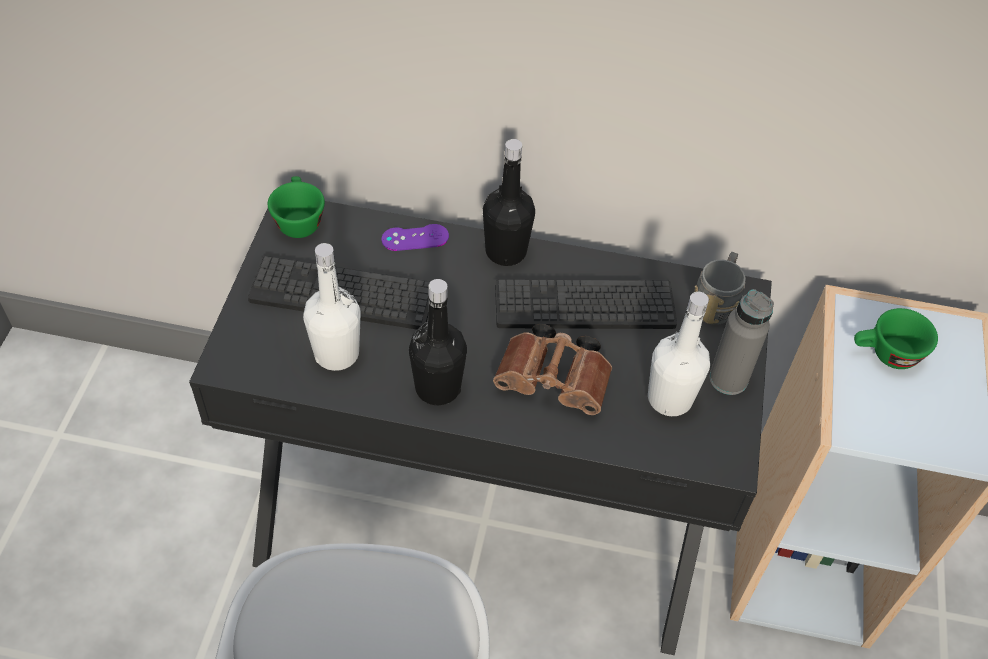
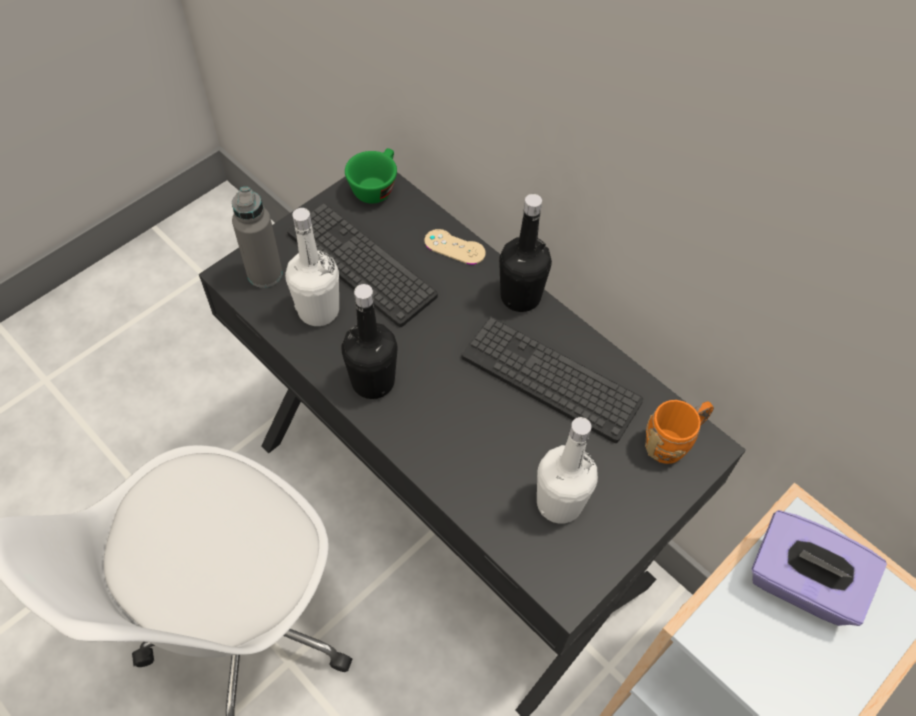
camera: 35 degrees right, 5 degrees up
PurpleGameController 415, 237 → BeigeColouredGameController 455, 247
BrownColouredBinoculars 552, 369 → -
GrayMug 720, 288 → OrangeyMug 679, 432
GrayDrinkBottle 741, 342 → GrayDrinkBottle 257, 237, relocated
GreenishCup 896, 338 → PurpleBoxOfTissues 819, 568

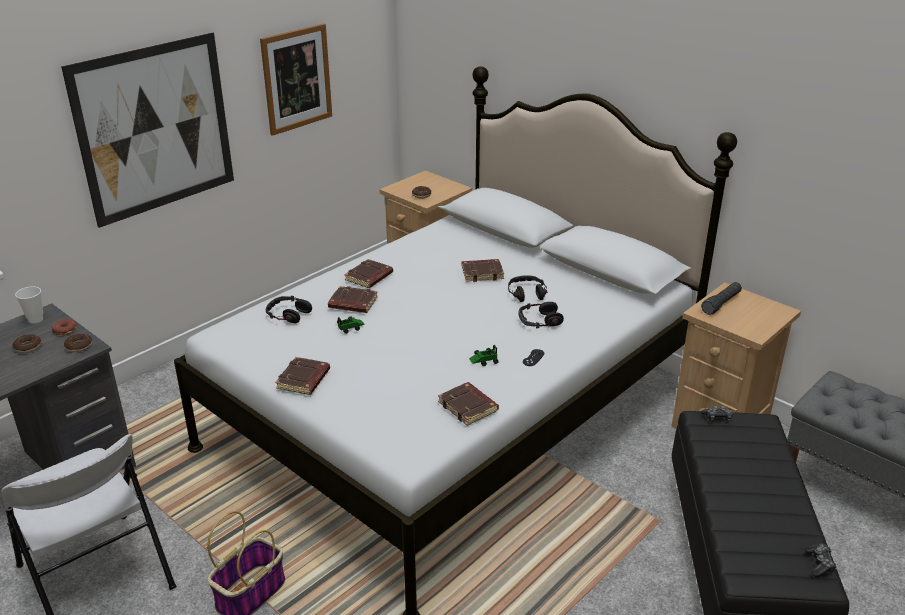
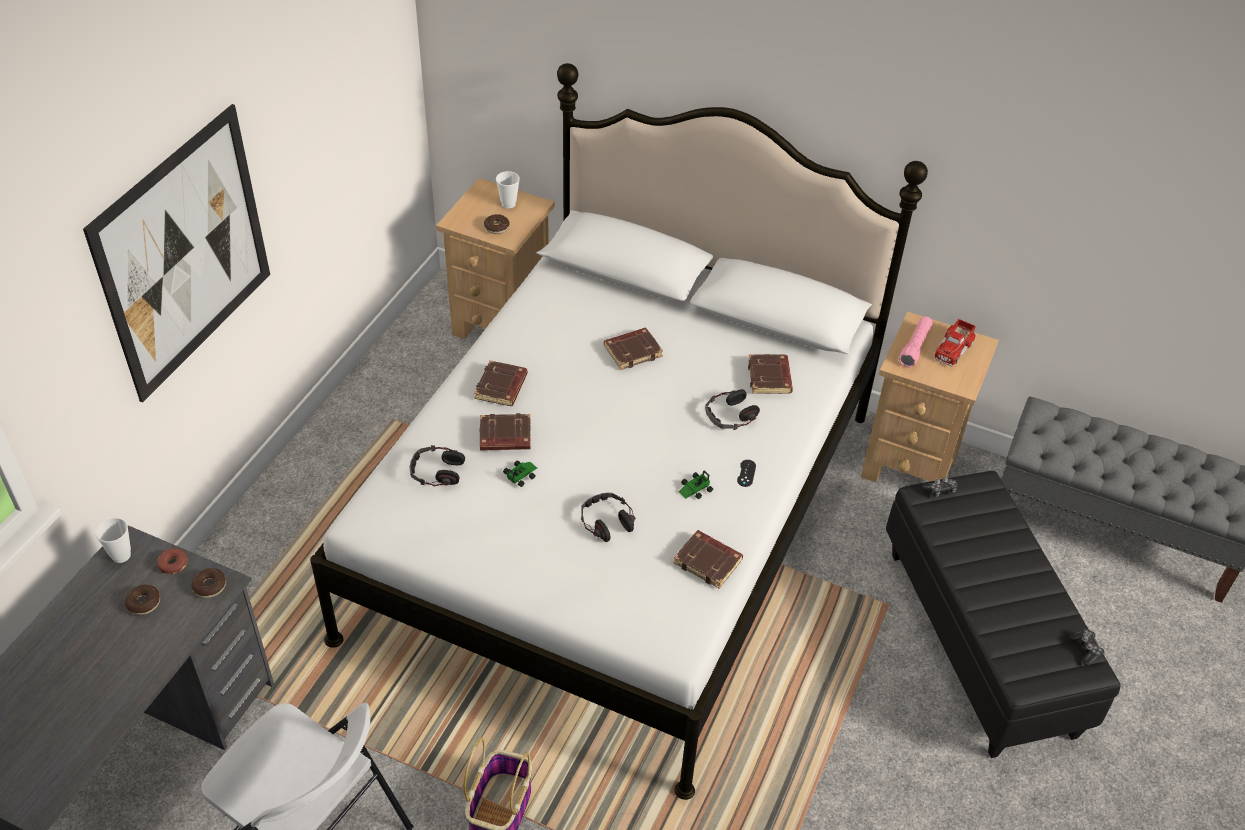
camera: 20 degrees left, 15 degrees up
WallArt 296, 79 → -
BrownColouredVolume 302, 376 → BrownColouredVolume 770, 374, relocated
Headphones 527, 288 → Headphones 608, 517, relocated
BlackFlashlight 721, 298 → PinkColouredFlashlight 915, 342
- → Cup 508, 189
- → ToyLorry 955, 342

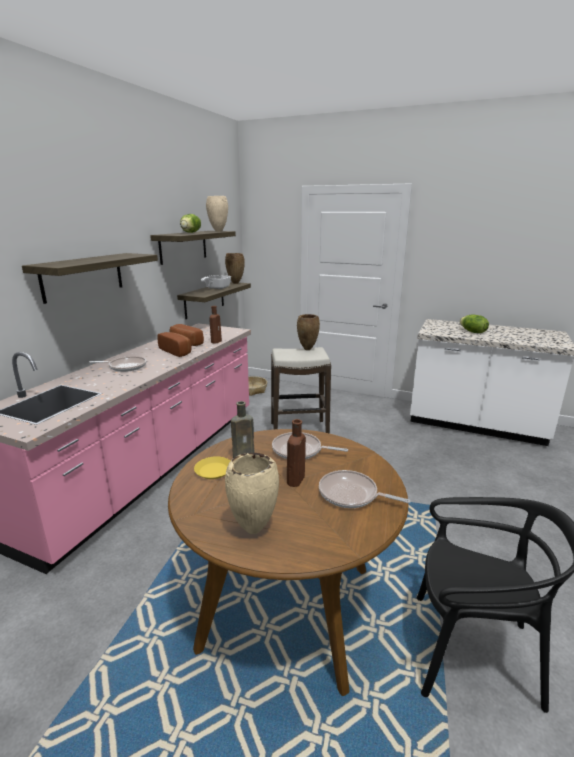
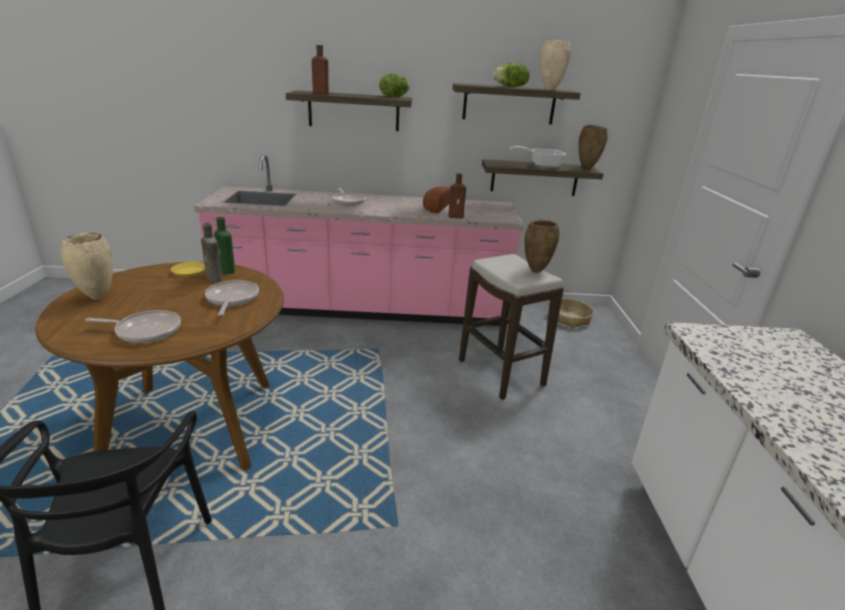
camera: 65 degrees right, 5 degrees up
Bread 174, 344 → -
BrownColouredDrinkBottle 296, 453 → BrownColouredDrinkBottle 320, 70, relocated
Pan 364, 489 → Pan 133, 326, 90 degrees clockwise
LettuceHead 474, 323 → LettuceHead 394, 85, relocated
- → GreenishDrinkBottle 224, 245

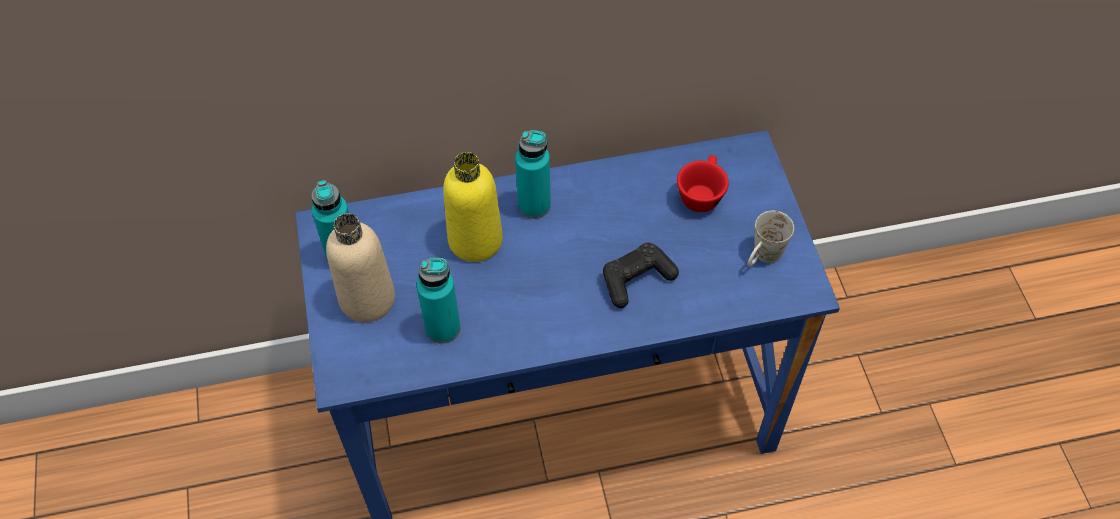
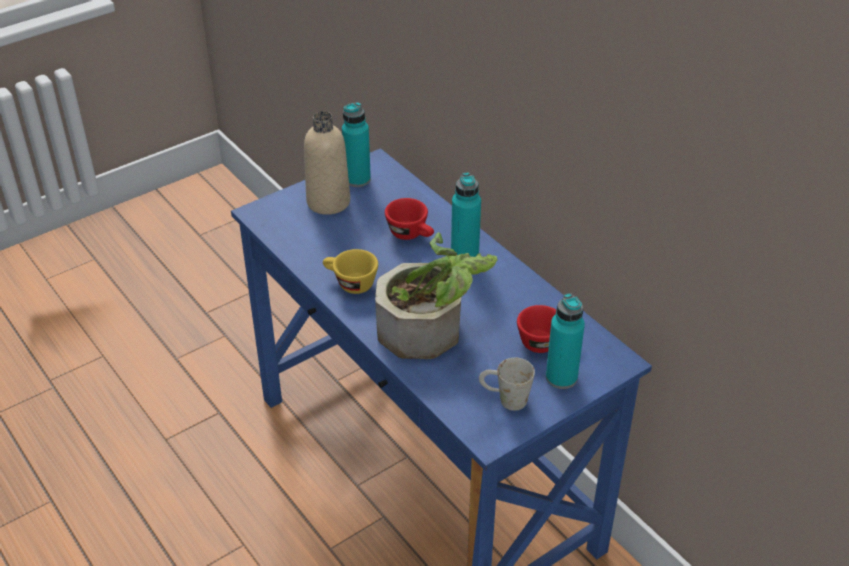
camera: 65 degrees right, 15 degrees down
TurquoiseDrinkBottle 438, 301 → TurquoiseDrinkBottle 565, 341, relocated
YellowDrinkBottle 473, 207 → RedColouredCup 409, 219
BlackGameController 641, 275 → PottedPlant 436, 295
- → YellowCup 350, 271

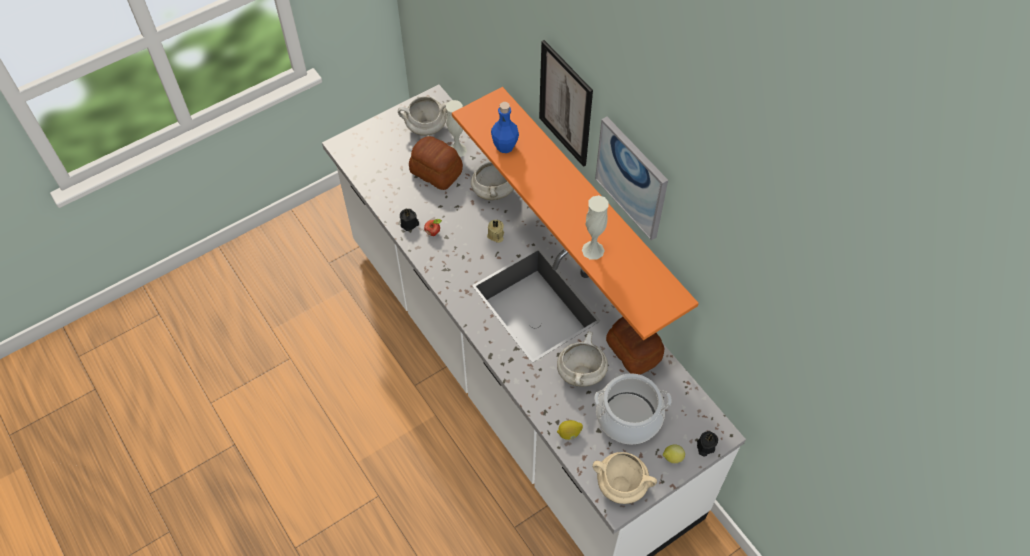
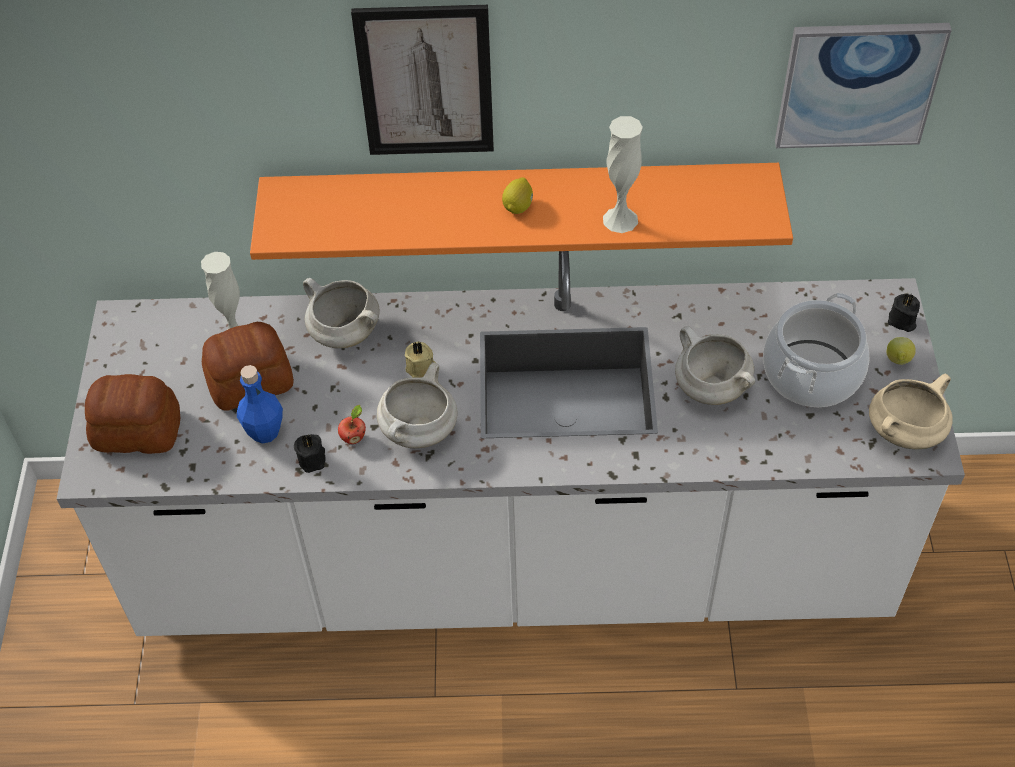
camera: 55 degrees left, 5 degrees down
WhitishCookingPot 423, 116 → WhitishCookingPot 417, 405, relocated
BluishDrinkBottle 505, 127 → BluishDrinkBottle 260, 404, relocated
Lemon 570, 430 → Lemon 517, 195, relocated
WallArt 631, 179 → WallArt 863, 85, relocated
Bread 635, 346 → Bread 132, 414, relocated

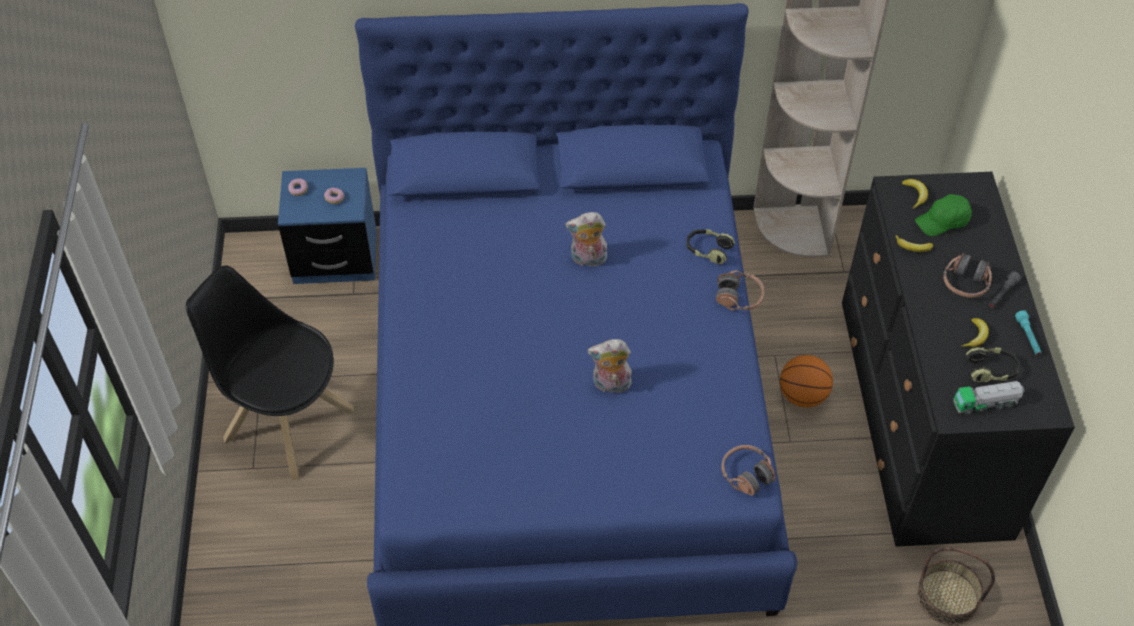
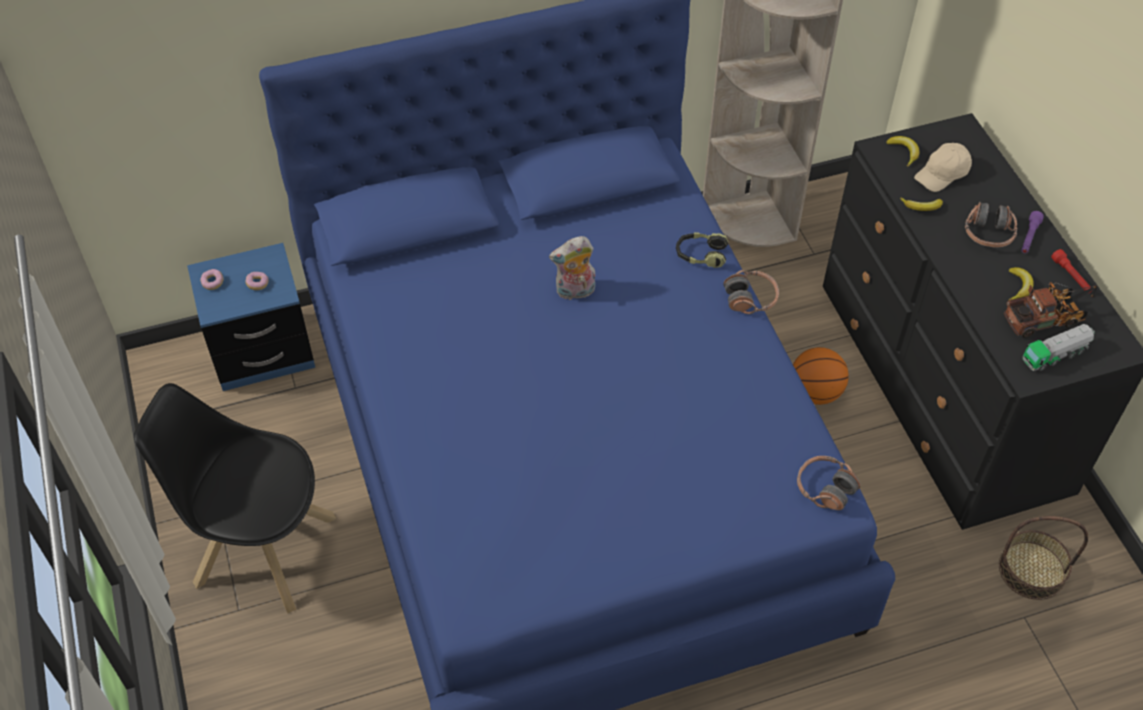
camera: 15 degrees left, 0 degrees up
PlushToy 609, 366 → -
GreenishCap 943, 215 → BeigeColouredCap 943, 167
Headphones 993, 364 → ToyLorry 1050, 310
GrayFlashlight 1005, 289 → PurpleFlashlight 1032, 232
TurquoiseFlashlight 1028, 333 → RedColouredFlashlight 1071, 271

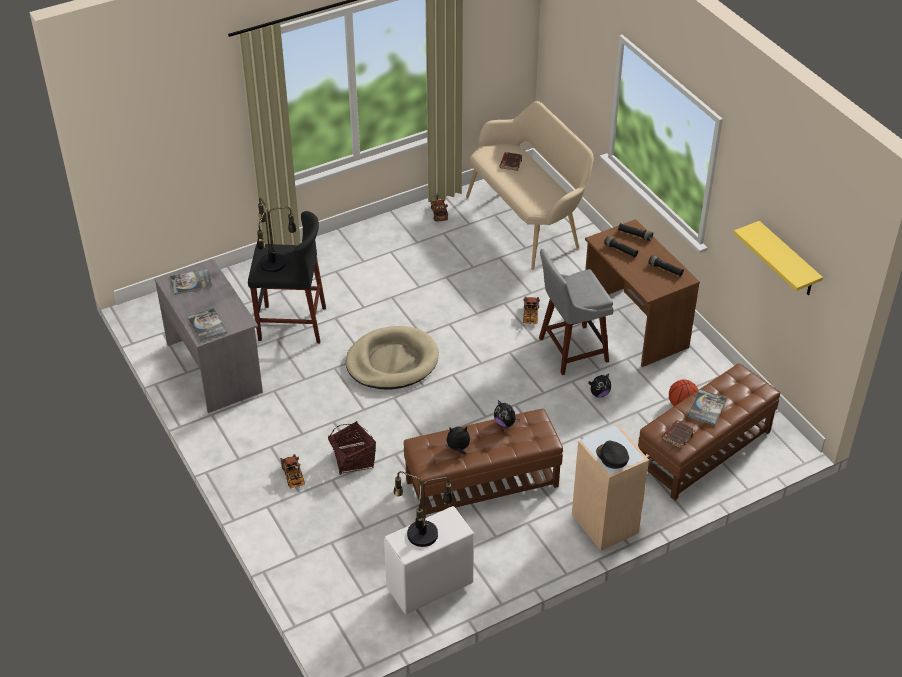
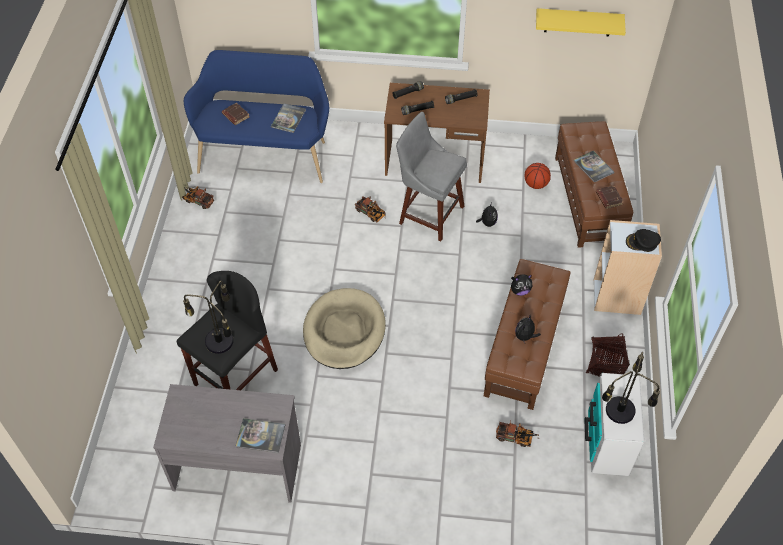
camera: 55 degrees left, 10 degrees up
Volume 191, 281 → Volume 288, 118, relocated
ToyLorry 292, 471 → ToyLorry 517, 434, relocated
Basket 352, 448 → Basket 608, 355, relocated
BeigeColouredBench 529, 185 → BluishBench 256, 116
GrayPlainChair 576, 312 → GrayPlainChair 431, 176, 105 degrees clockwise

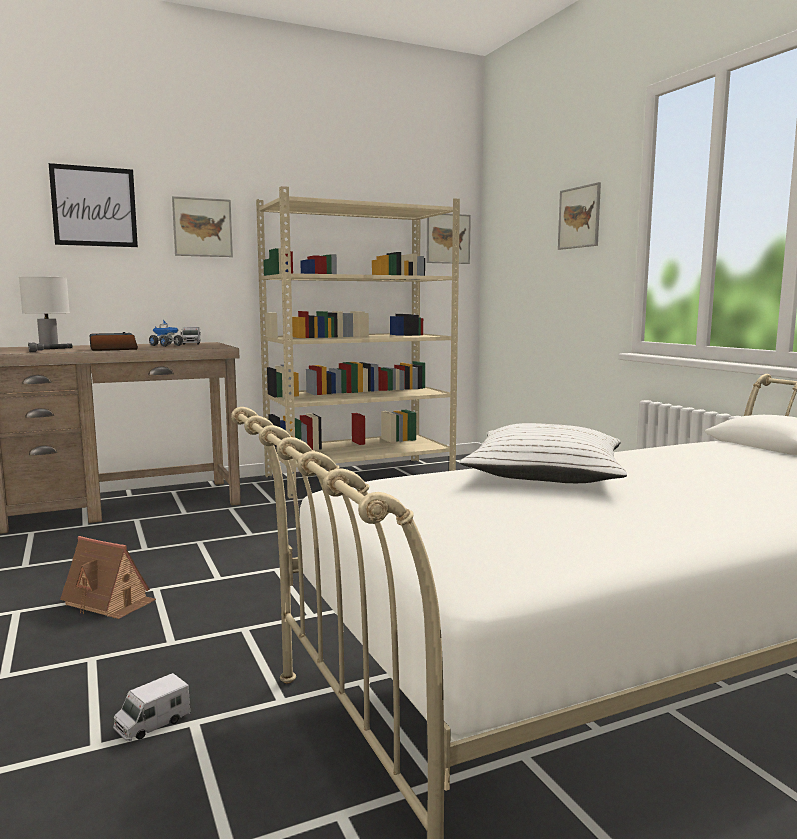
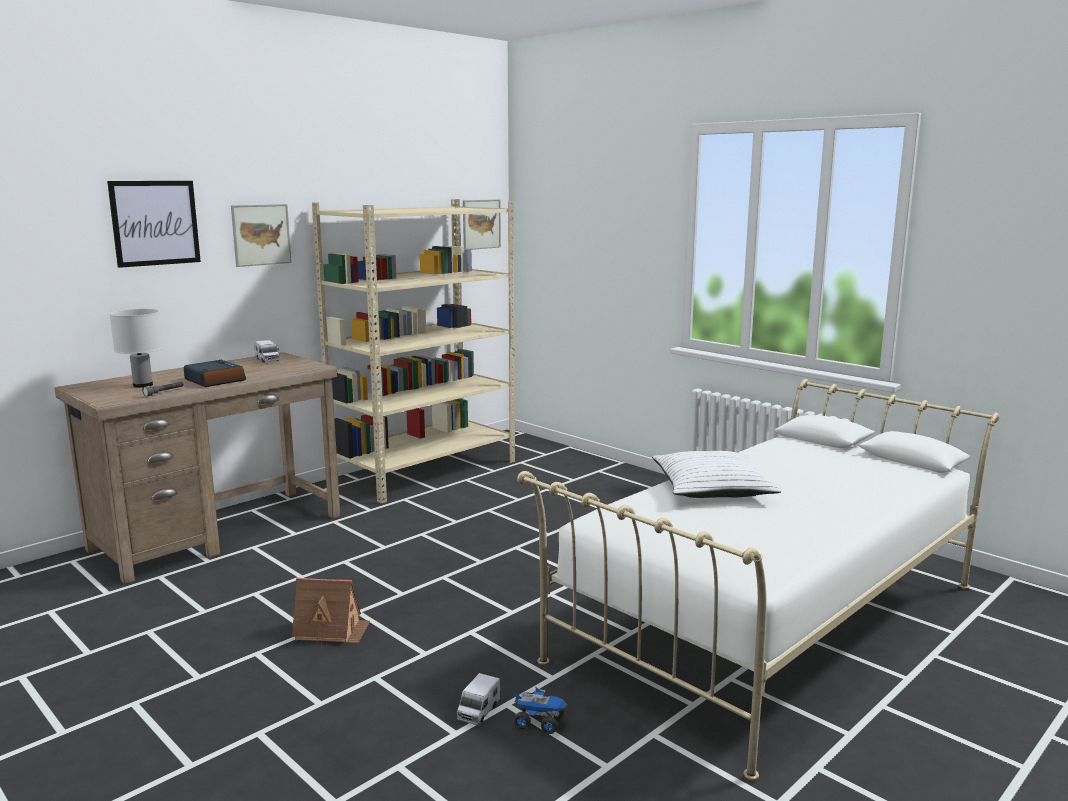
camera: 20 degrees left, 5 degrees up
ToyLorry 166, 333 → ToyLorry 540, 710, relocated
WallArt 579, 216 → -

